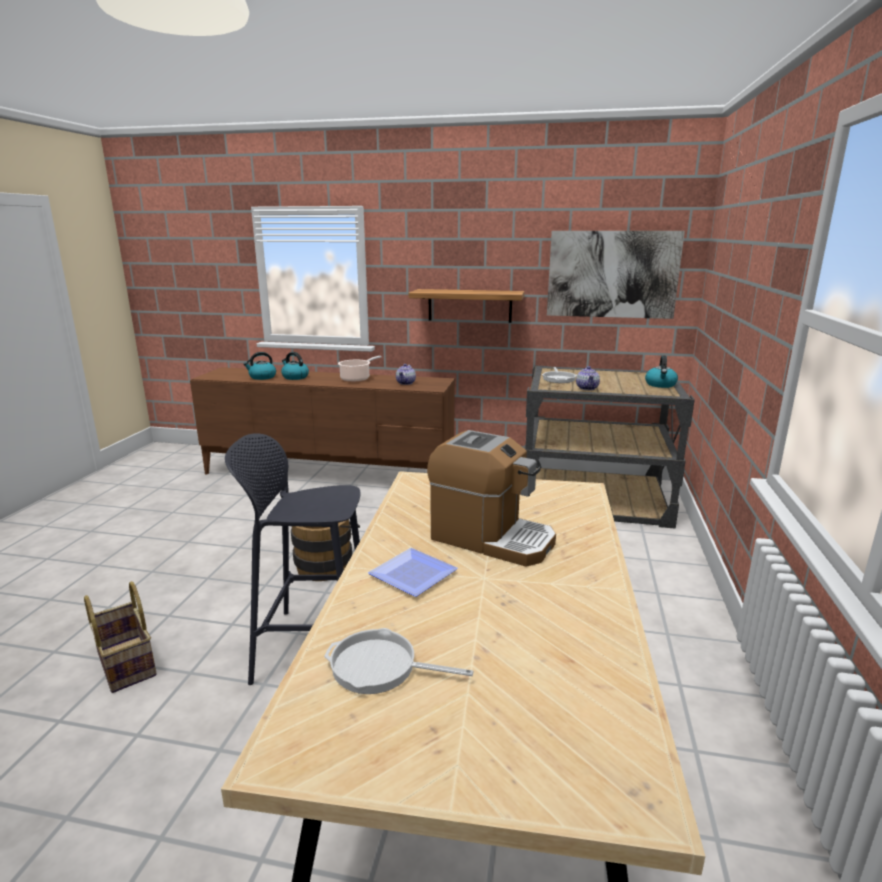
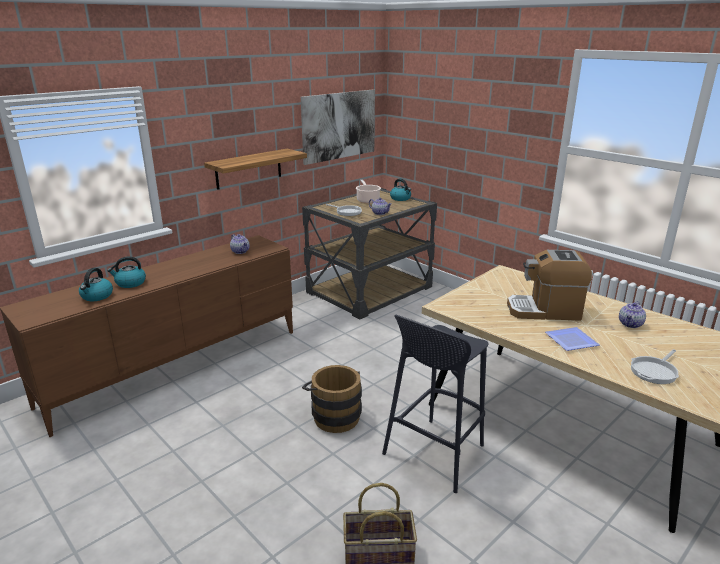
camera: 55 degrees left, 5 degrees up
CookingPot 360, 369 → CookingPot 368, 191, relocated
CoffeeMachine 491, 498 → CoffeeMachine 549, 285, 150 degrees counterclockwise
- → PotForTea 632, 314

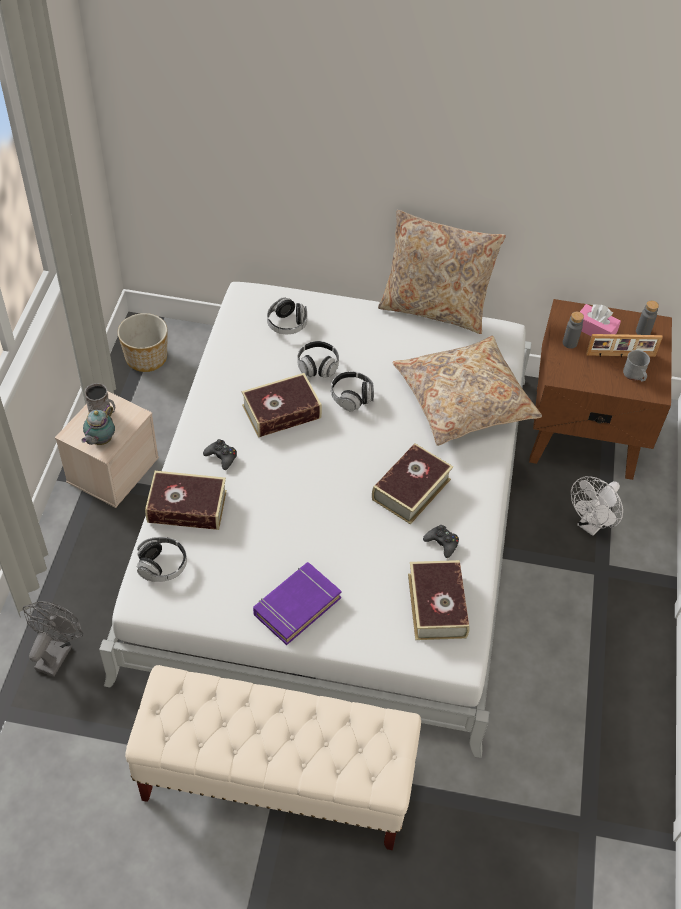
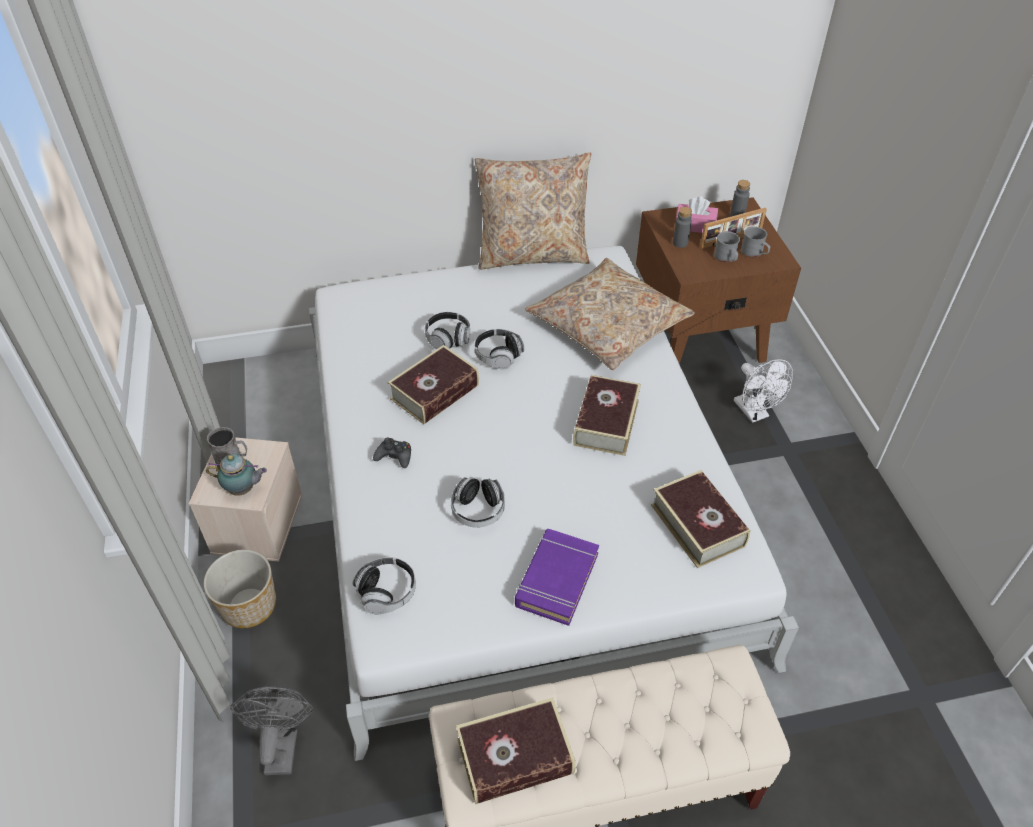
camera: 20 degrees left, 5 degrees down
PotForTea 98, 425 → PotForTea 236, 475, 90 degrees counterclockwise
PlantPot 142, 342 → PlantPot 239, 589, relocated
Volume 186, 500 → Volume 516, 750, relocated
Headphones 287, 315 → Headphones 478, 502, relocated
BlackGameController 441, 541 → -
WhitishFan 597, 506 → WhitishFan 763, 391, 45 degrees counterclockwise
- → GrayMug 727, 247

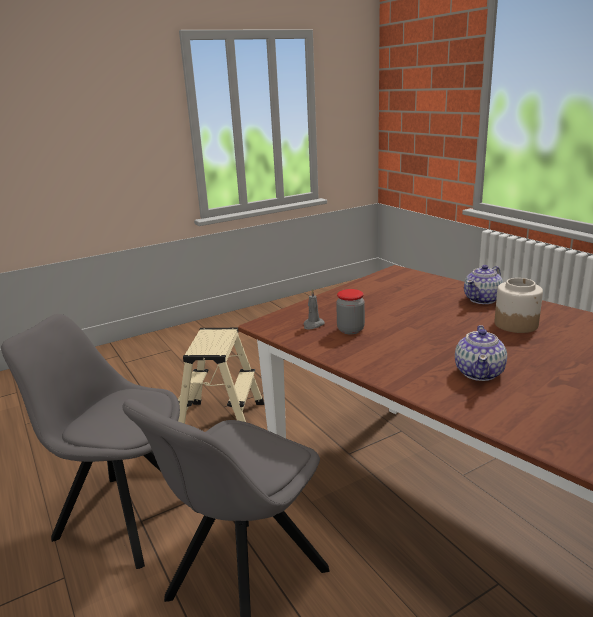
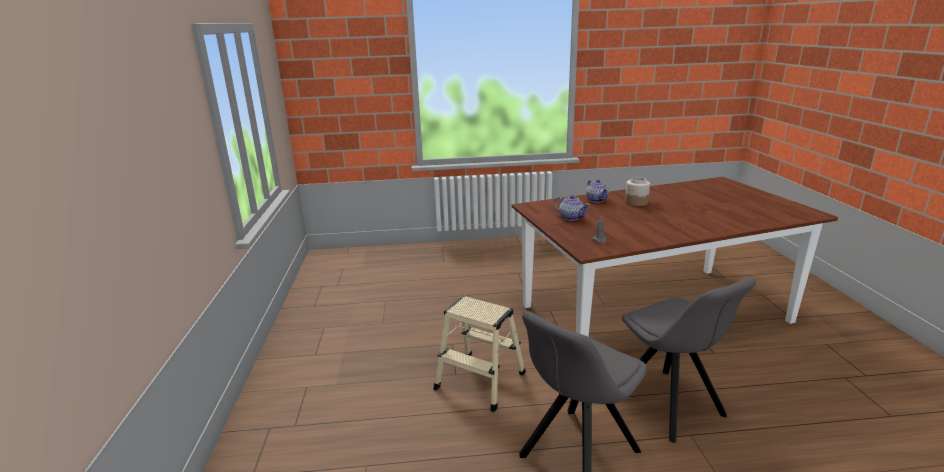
camera: 65 degrees left, 0 degrees up
Jar 350, 311 → -
PotForTea 481, 353 → PotForTea 572, 208, relocated

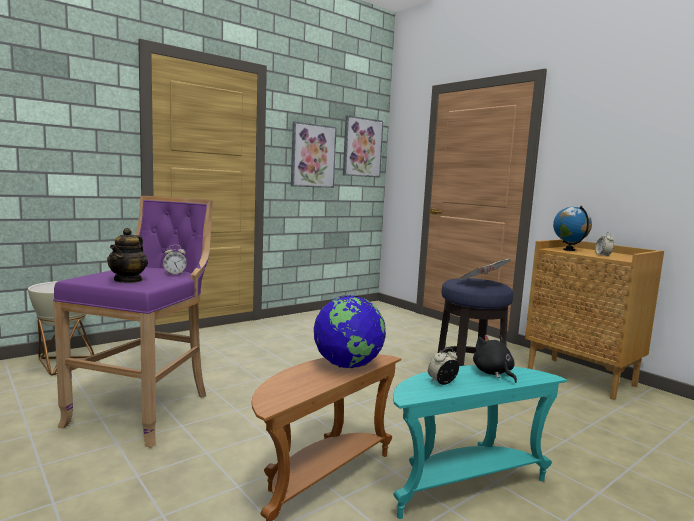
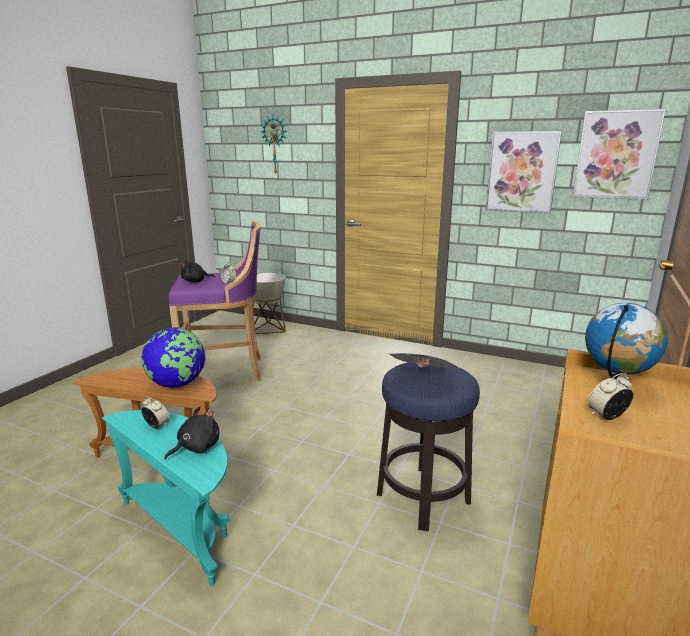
camera: 65 degrees right, 10 degrees up
PotForTea 127, 255 → BlackPlushToy 198, 271
- → ClockOnTheWall 274, 145

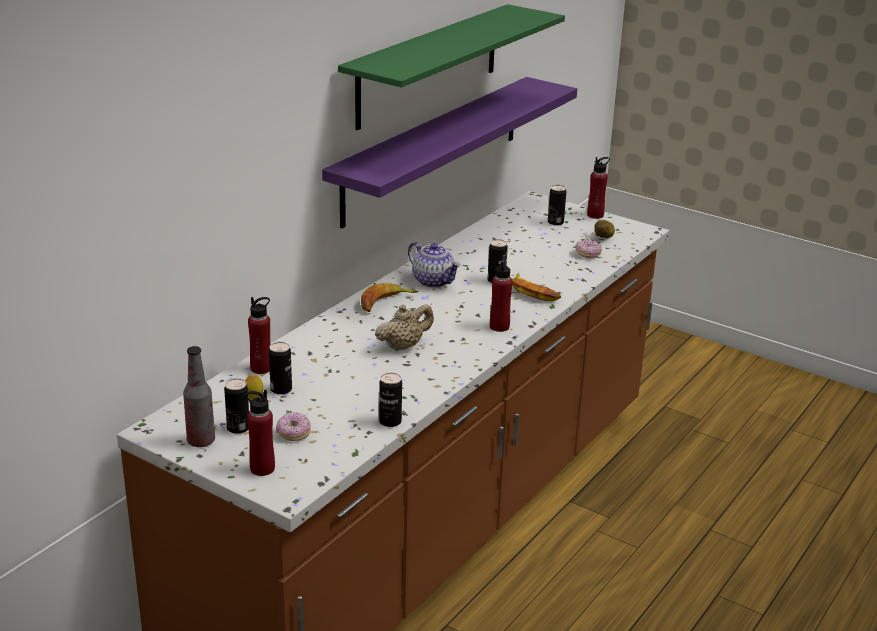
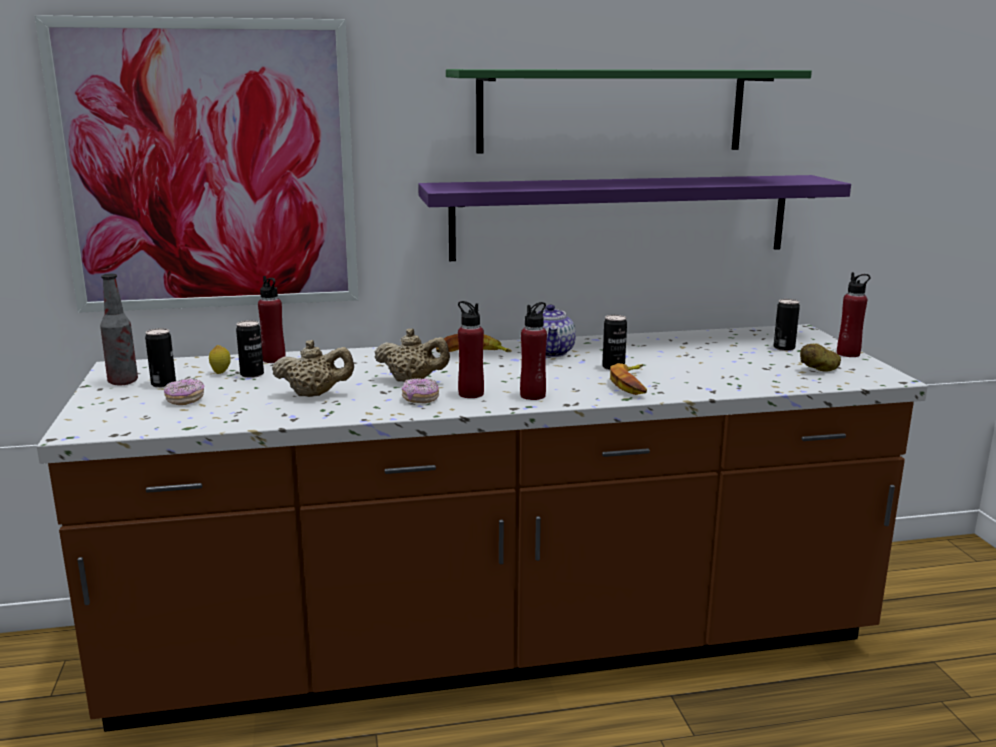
camera: 45 degrees right, 10 degrees down
RedColouredDrinkBottle 260, 433 → RedColouredDrinkBottle 471, 349, relocated
Can 390, 399 → -
Donut 589, 248 → Donut 420, 390, relocated
- → WallArt 196, 164
- → BeigeColouredPotForTea 313, 368

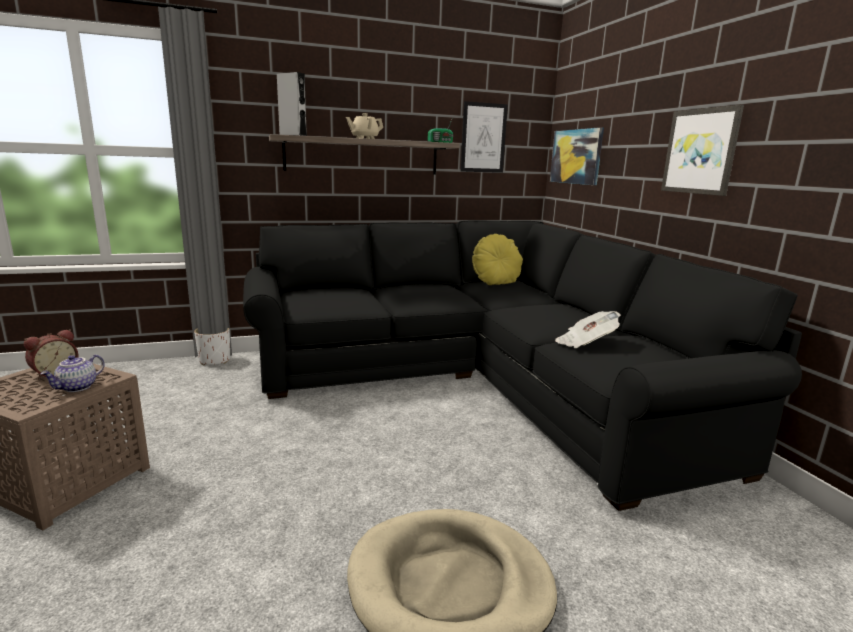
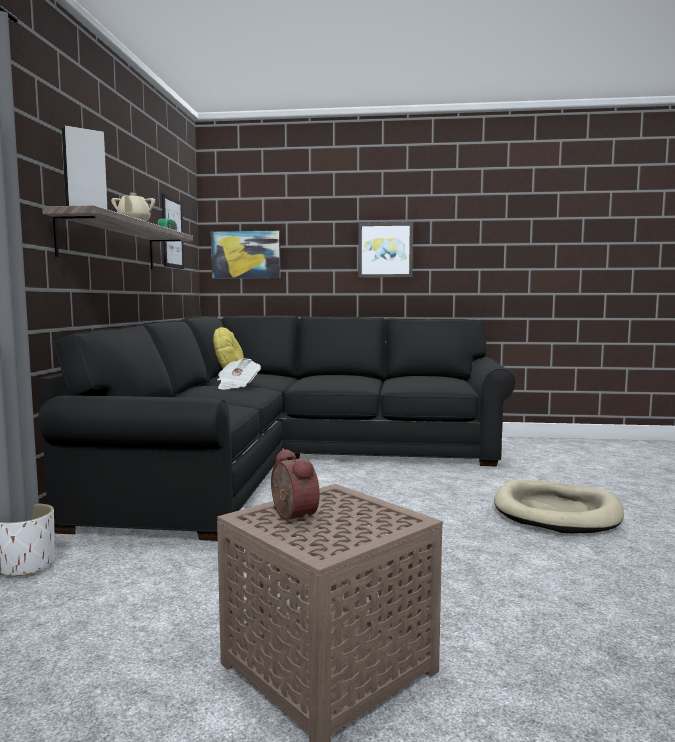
camera: 65 degrees left, 10 degrees down
PotForTea 72, 373 → -
DailyPaper 588, 329 → DailyPaper 239, 374, relocated

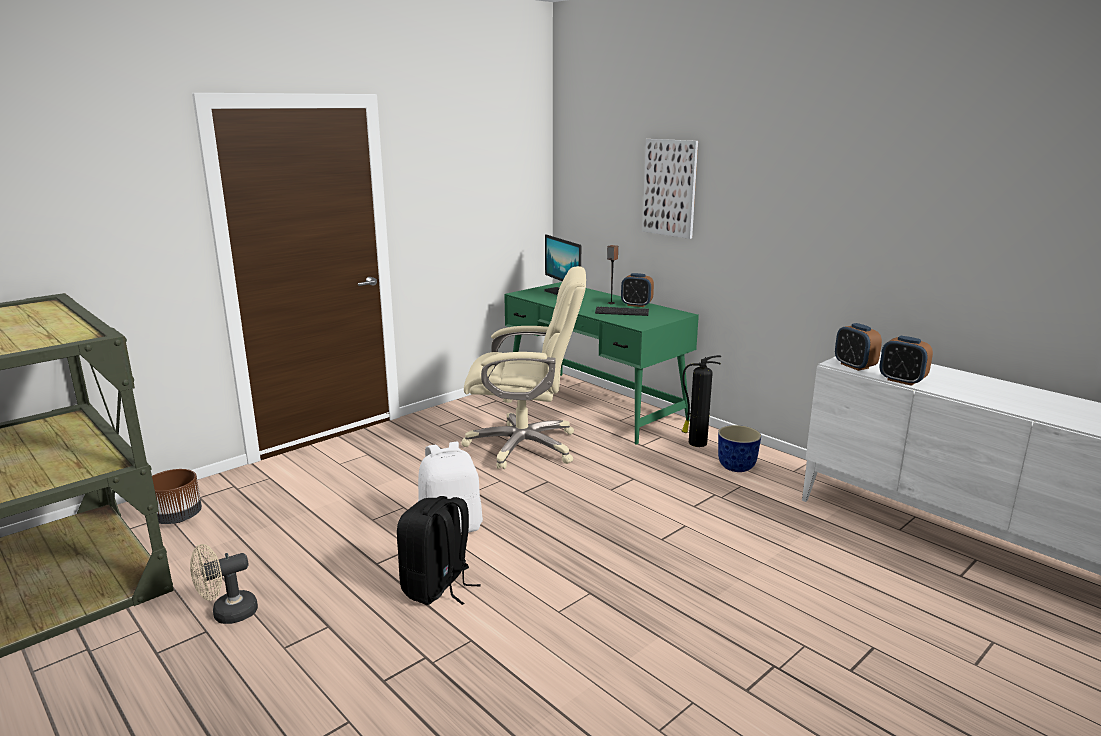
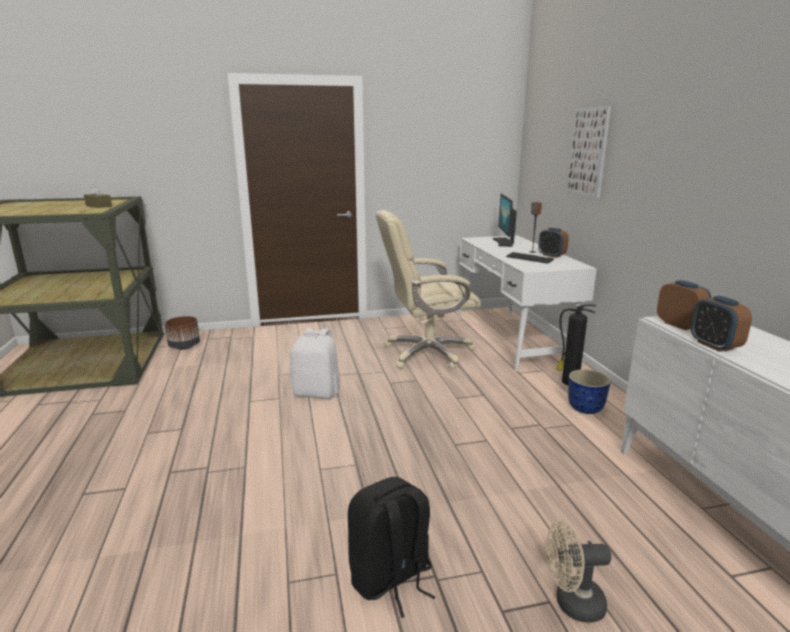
camera: 30 degrees right, 0 degrees up
BeigeColouredFan 224, 584 → BeigeColouredFan 578, 572, relocated
BlackKnapsack 439, 550 → BlackKnapsack 391, 547, relocated
BeigeColouredDeskChair 523, 367 → BeigeColouredDeskChair 428, 289, 135 degrees clockwise
GreenishDesk 601, 363 → WhitishDesk 527, 303
BedsideClock 858, 347 → BedsideClock 684, 305, 150 degrees clockwise
- → BrownColouredBoxOfTissues 98, 196

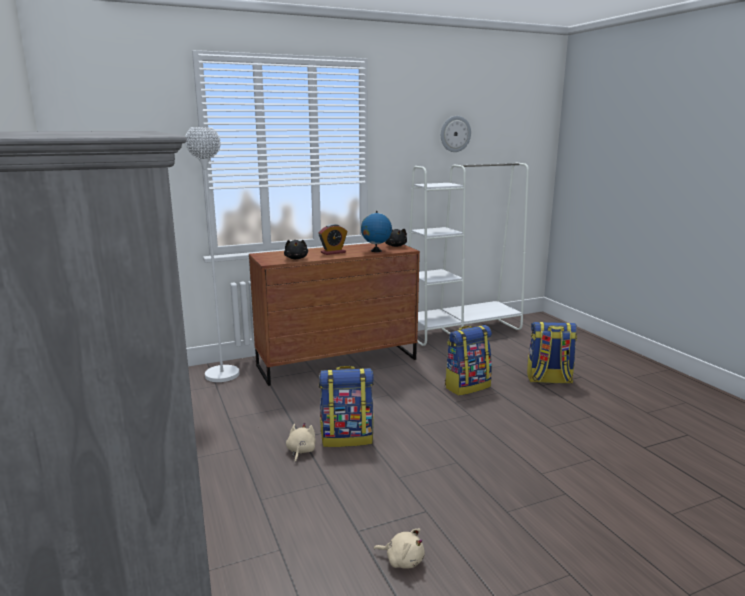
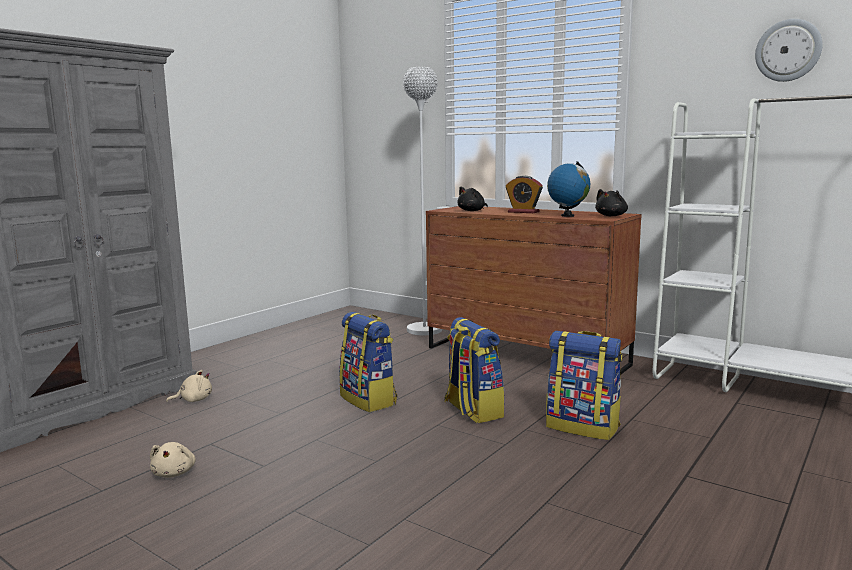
camera: 60 degrees right, 5 degrees down
BeigeColouredPlushToy 301, 443 → BeigeColouredPlushToy 189, 386, relocated
Knapsack 552, 353 → Knapsack 474, 370, relocated

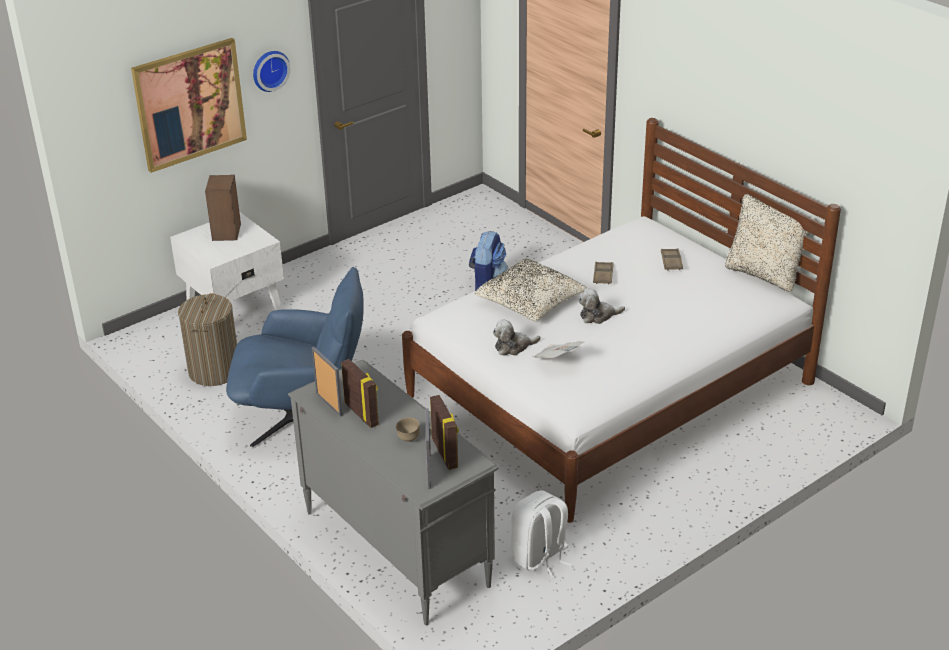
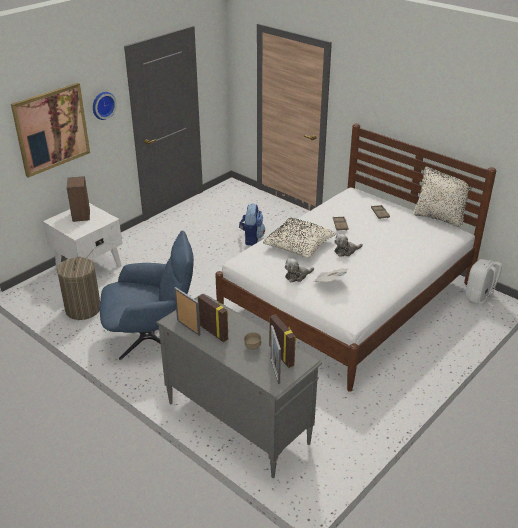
camera: 10 degrees left, 0 degrees up
WhitishKnapsack 541, 534 → WhitishKnapsack 483, 283, relocated

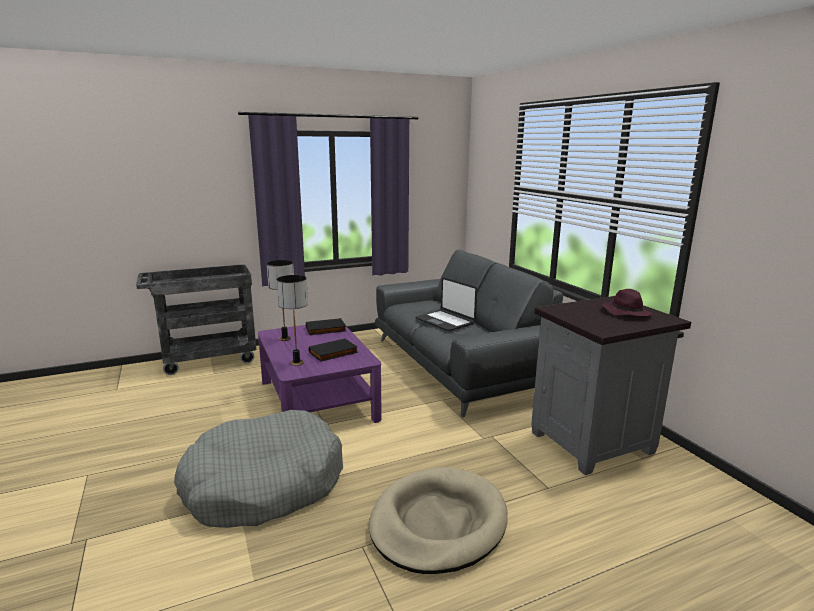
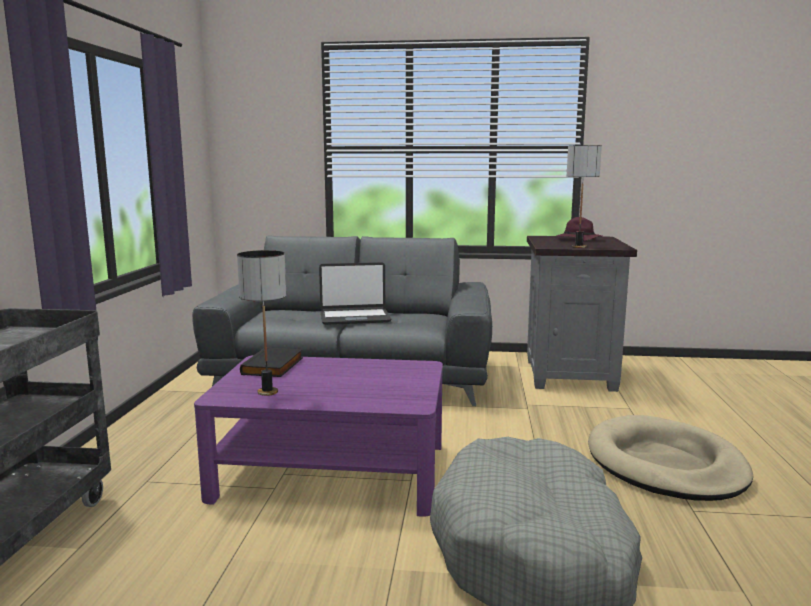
camera: 60 degrees left, 5 degrees down
TabletopLamp 292, 320 → TabletopLamp 584, 196, relocated
BlackVolume 333, 350 → -

